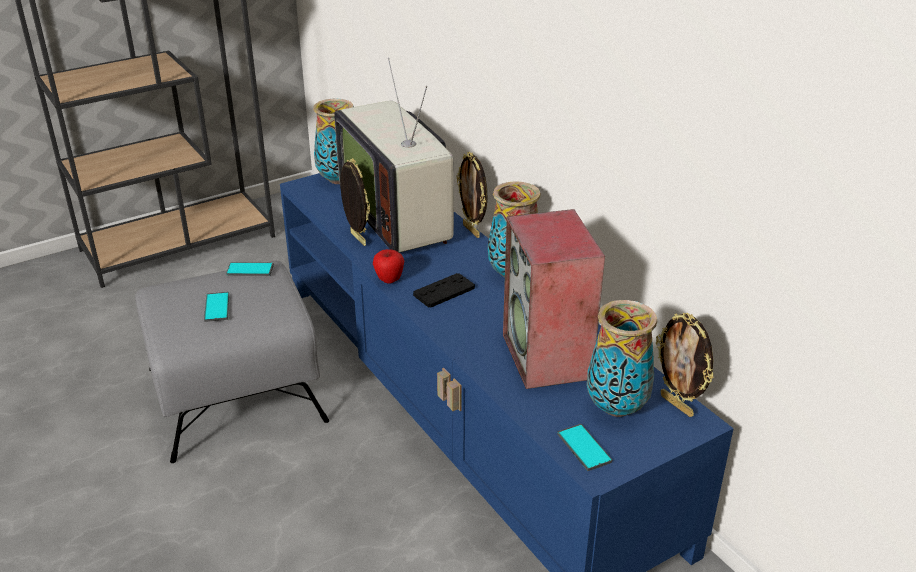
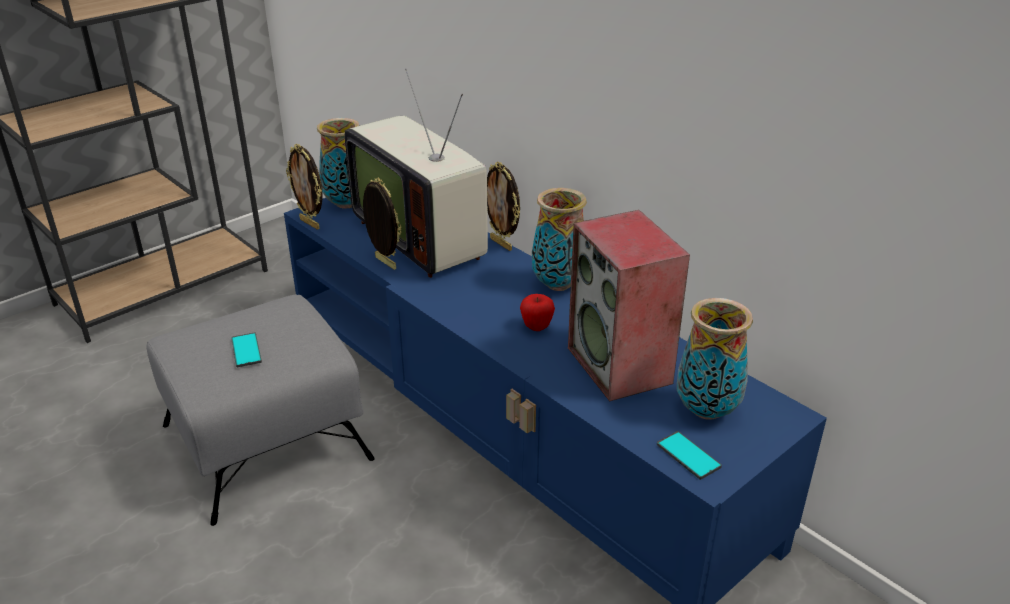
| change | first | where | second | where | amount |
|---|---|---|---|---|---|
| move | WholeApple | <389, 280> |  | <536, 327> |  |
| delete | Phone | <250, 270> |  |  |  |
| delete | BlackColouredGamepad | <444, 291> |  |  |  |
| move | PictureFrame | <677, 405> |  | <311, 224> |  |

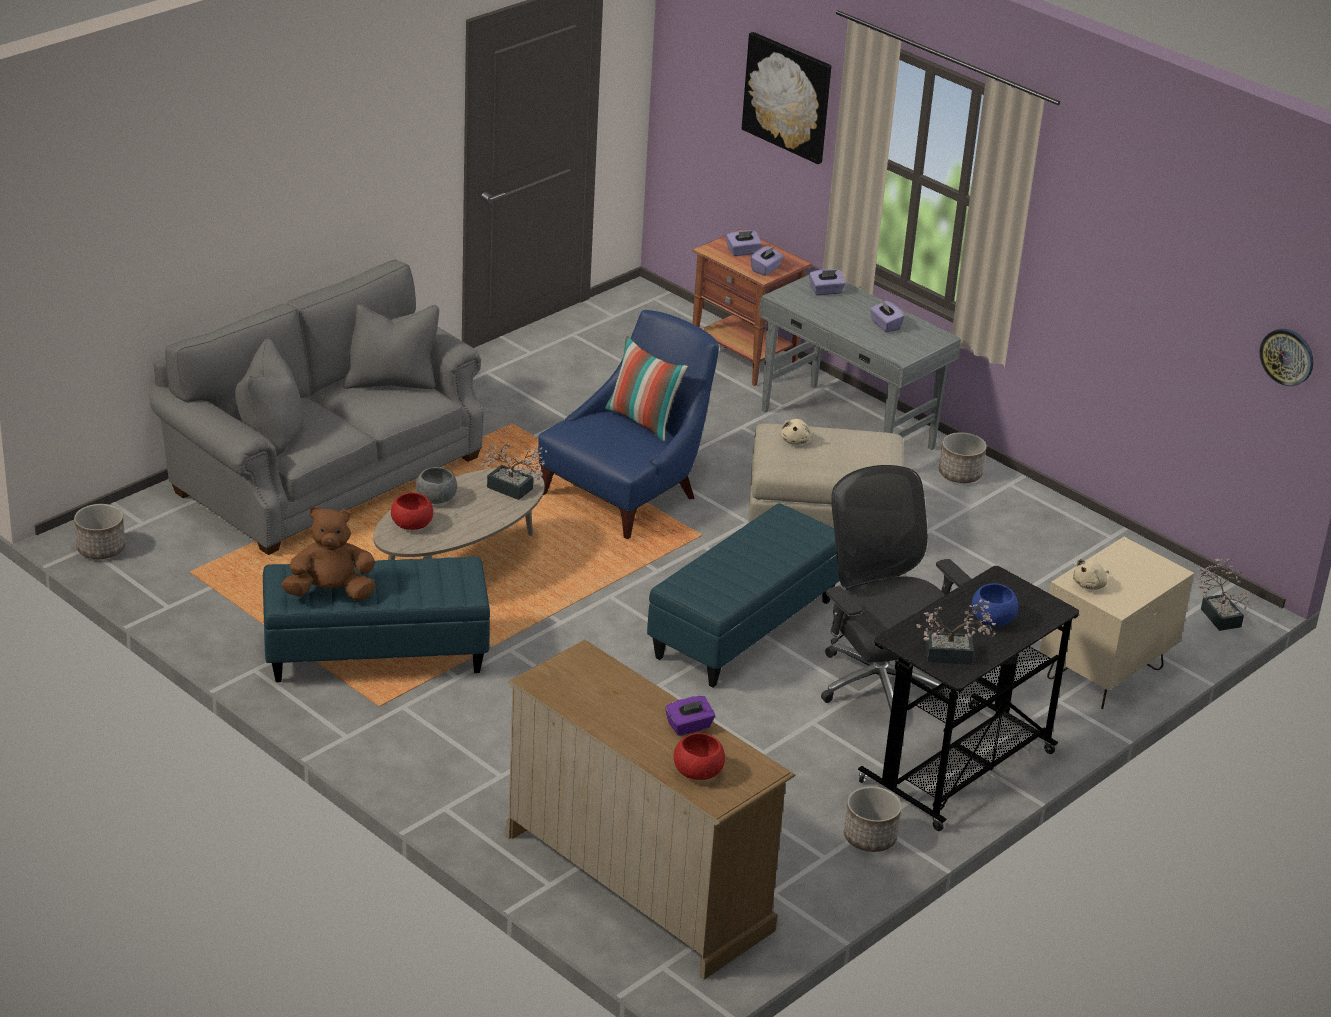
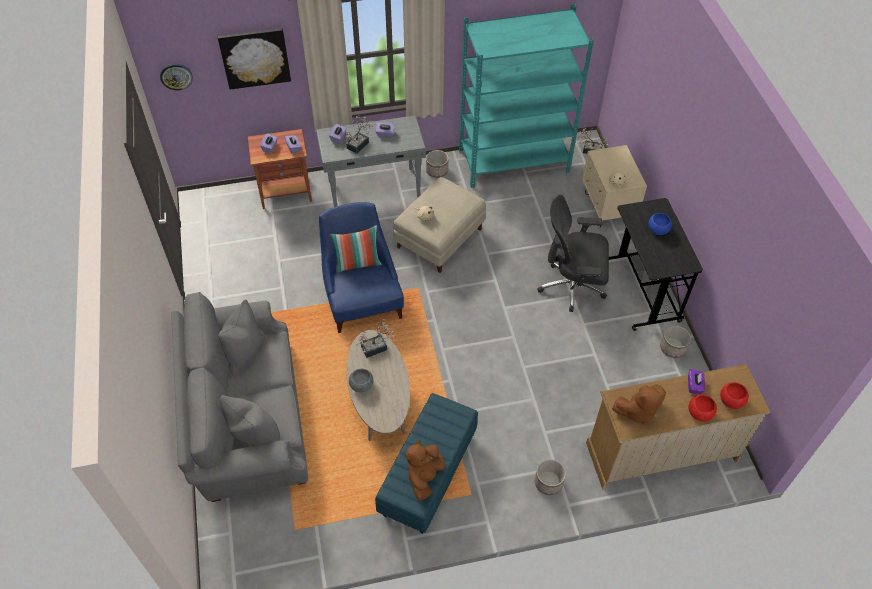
| change | first | where | second | where | amount |
|---|---|---|---|---|---|
| move | ClockOnTheWall | <1287, 356> |  | <176, 76> |  |
| move | ReddishBowl | <412, 525> |  | <700, 413> |  |
| delete | BluishFootrest | <745, 630> |  |  |  |
| move | PlantPot | <100, 548> |  | <548, 482> |  |
| move | PottedPlant | <954, 655> |  | <359, 144> |  |
| insert |  |  | TurquoiseShelvingUnit | <514, 161> |  |
| insert |  |  | BrownSoftToy | <637, 411> |  |

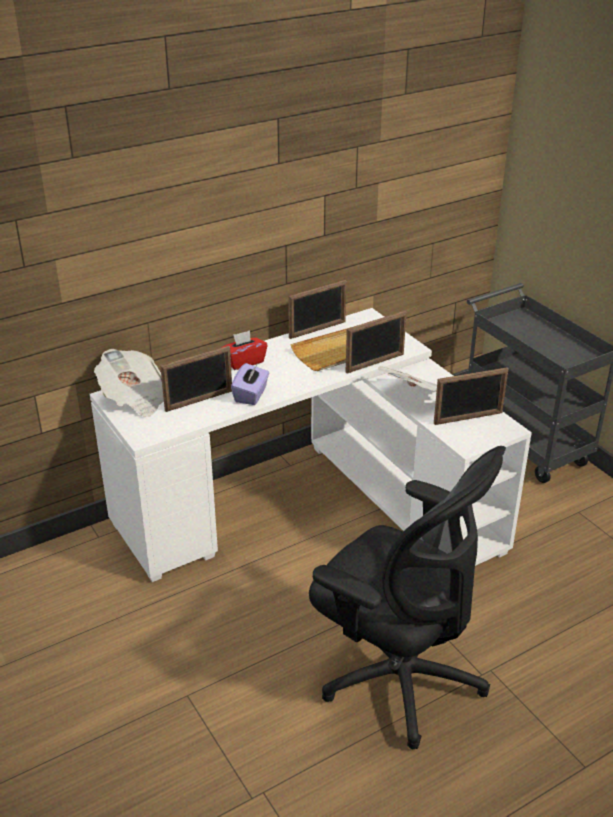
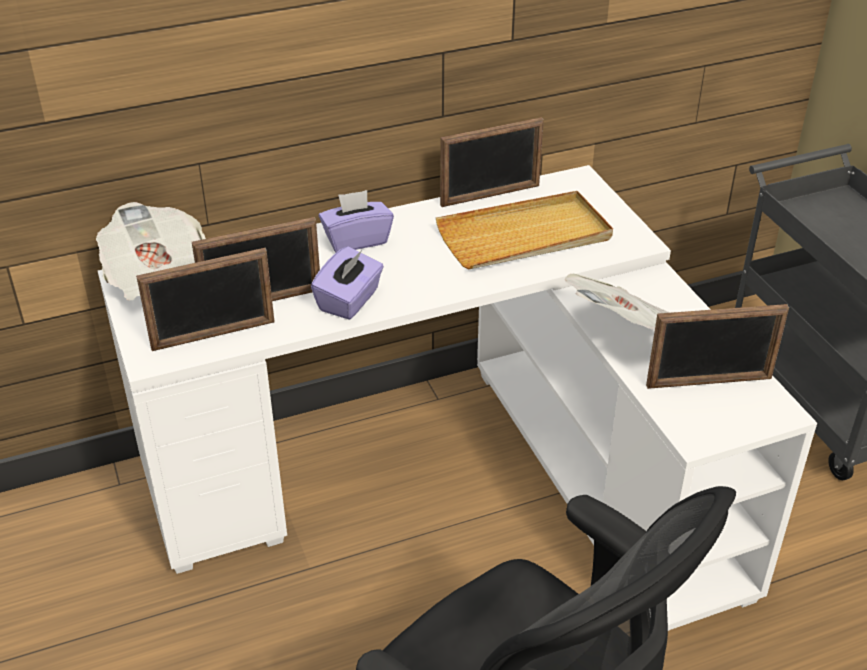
| change | first | where | second | where | amount |
|---|---|---|---|---|---|
| move | PictureFrame | <375, 363> |  | <213, 335> |  |
| recolor | ReddishTissueHolder | <244, 362> | PurplishTissueHolder | <356, 240> |  |

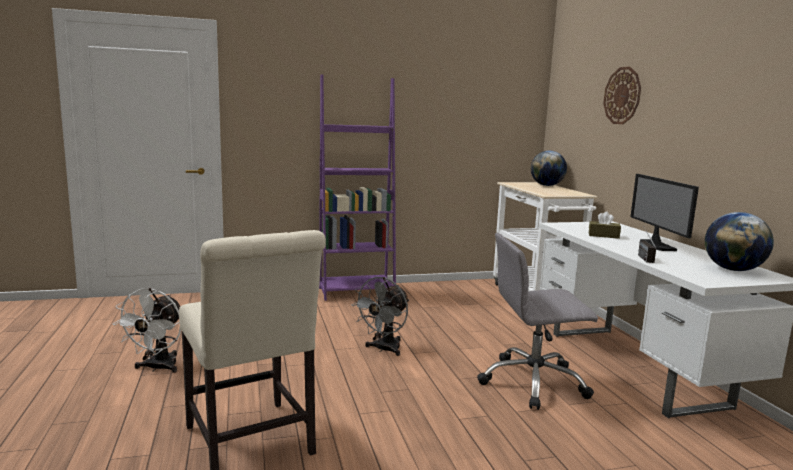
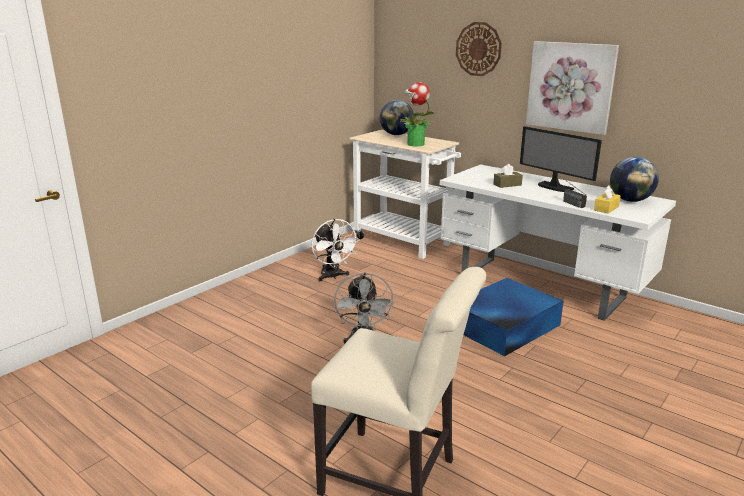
| change | first | where | second | where | amount |
|---|---|---|---|---|---|
| delete | PurplishShelvingUnit | <356, 292> |  |  |  |
| replace | GreyishComputerChair | <532, 382> | BluishStorageBin | <503, 326> |  |
| move | WhitishFan | <157, 368> |  | <333, 276> |  |
| insert |  |  | WallPicture | <570, 87> |  |
| insert |  |  | PottedPlant | <415, 144> |  |
| insert |  |  | YellowColouredTissueHolder | <606, 208> |  |

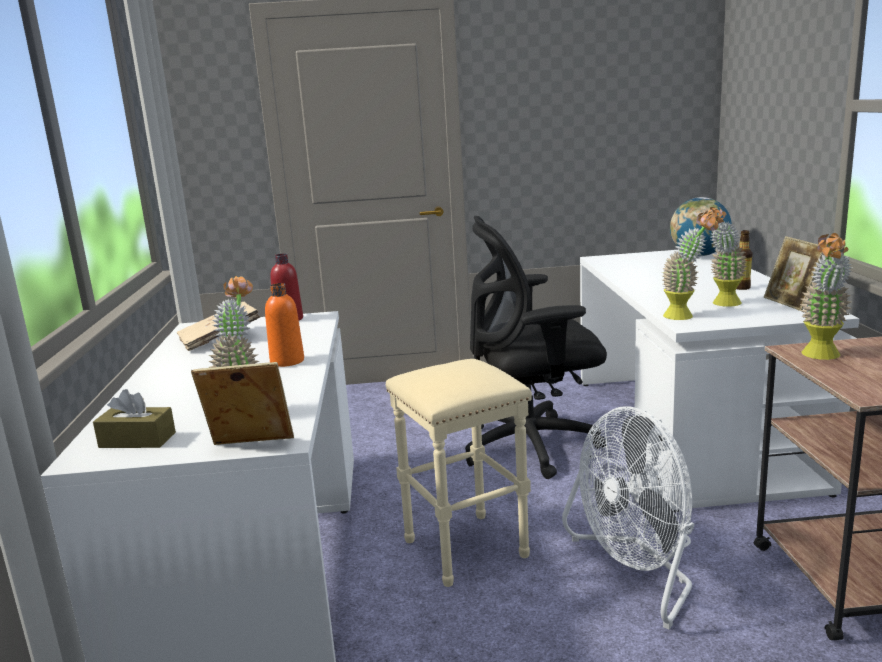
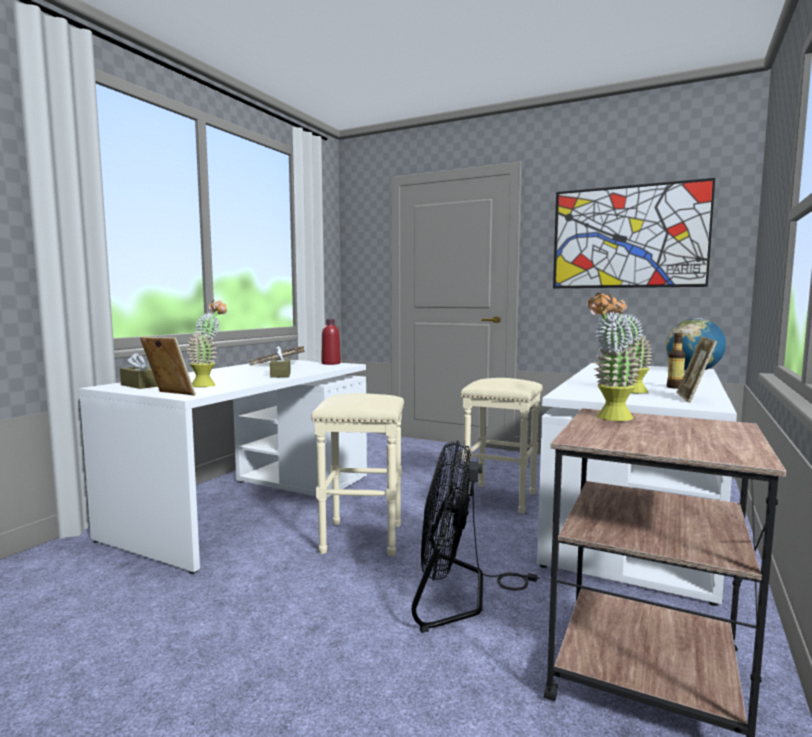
| change | first | where | second | where | amount |
|---|---|---|---|---|---|
| delete | PottedPlant | <686, 316> |  |  |  |
| replace | BlackColouredComputerChair | <537, 443> | BeigeColouredStool | <499, 497> |  |
| replace | OrangeyDrinkBottle | <287, 361> | BrownTissueHolder | <280, 375> |  |
| recolor | WhitishFan | <640, 567> | BlackColouredFan | <460, 589> |  |
| insert |  |  | WallPicture | <628, 237> |  |

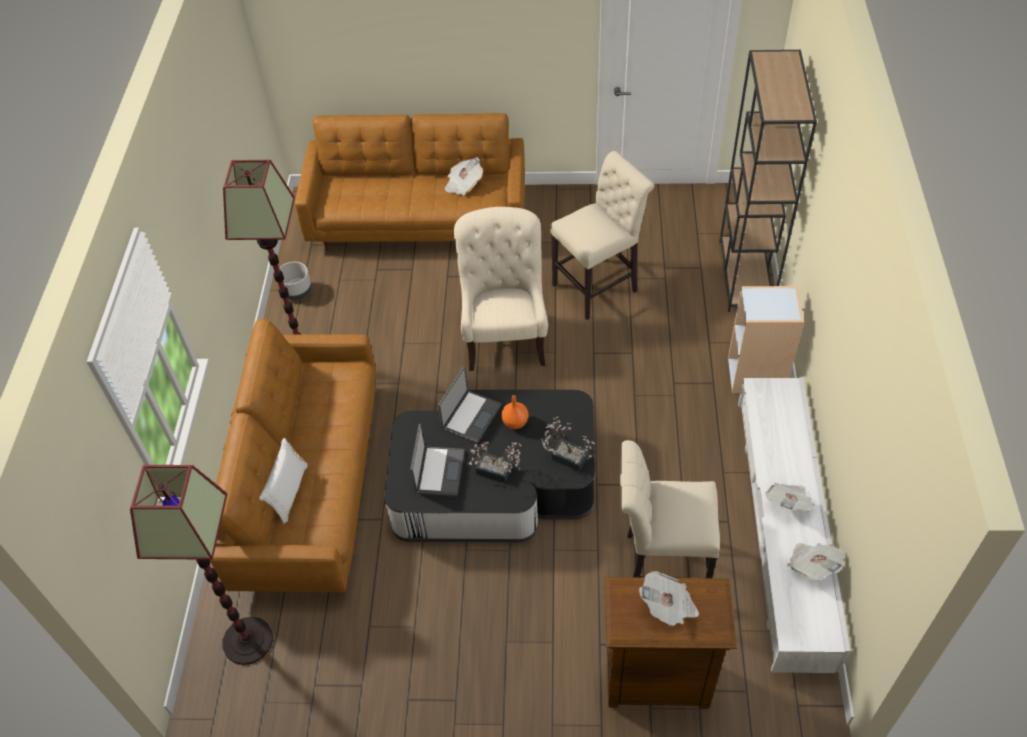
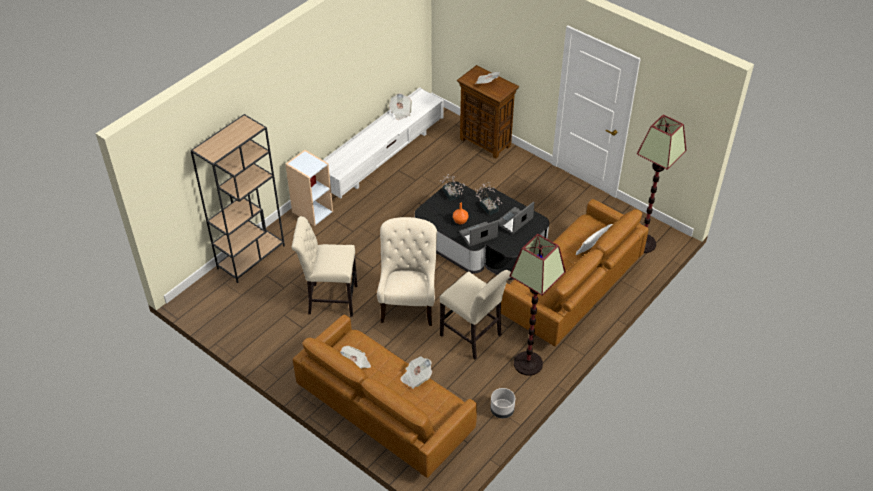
| change | first | where | second | where | amount |
|---|---|---|---|---|---|
| rotate | BeigeColouredArmchair | <505, 337> |  | <408, 303> | 150 degrees clockwise |
| move | BeigeColouredStool | <660, 565> |  | <473, 337> |  |
| move | DailyPaper | <788, 503> |  | <416, 377> |  |

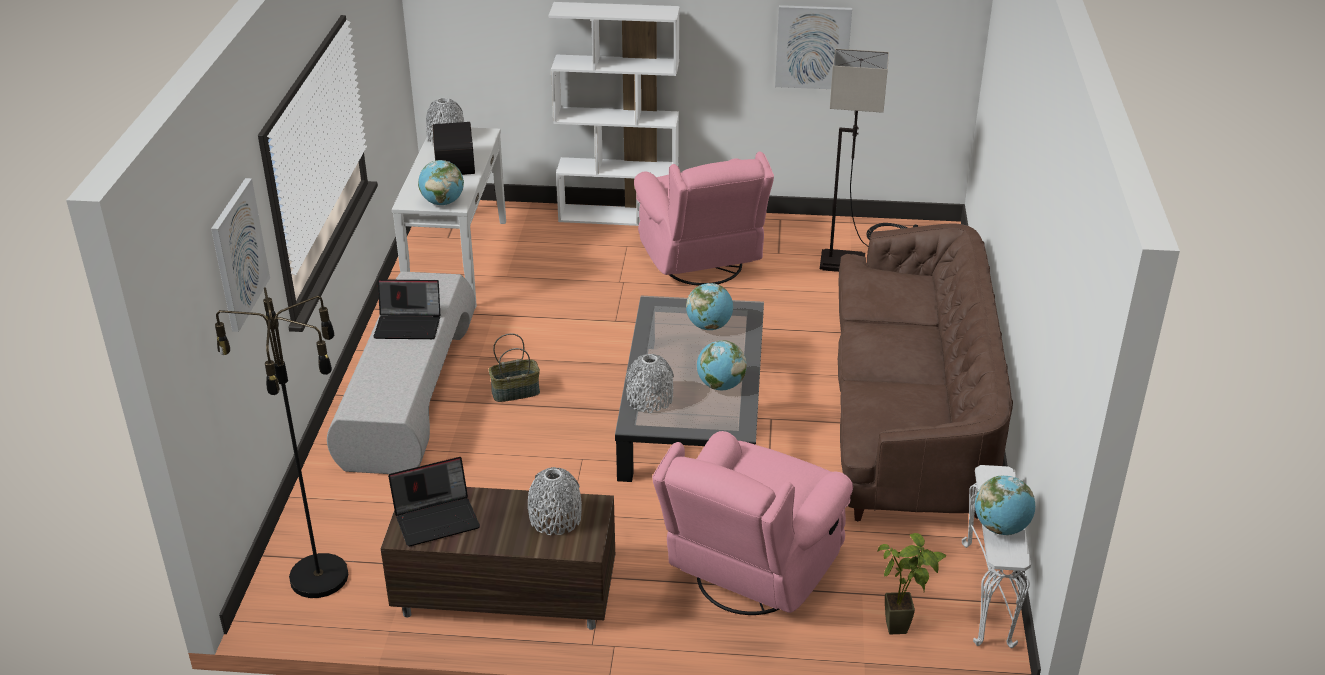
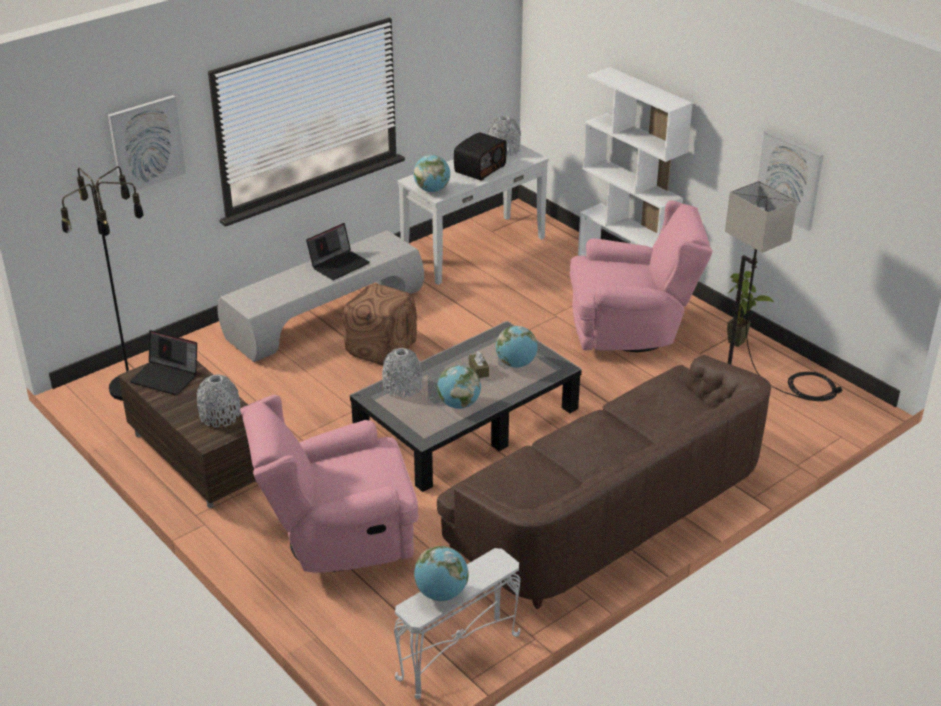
| change | first | where | second | where | amount |
|---|---|---|---|---|---|
| rotate | PinkishArmchair | <702, 263> |  | <631, 331> | 120 degrees counterclockwise |
| rotate | NotebookComputer | <409, 325> |  | <339, 264> | 90 degrees counterclockwise |
| replace | HouseholdBasket | <516, 391> | BrownFootrest | <382, 348> |  |
| move | PottedPlant | <906, 629> |  | <740, 345> |  |
| insert |  |  | BrownTissueHolder | <478, 370> |  |

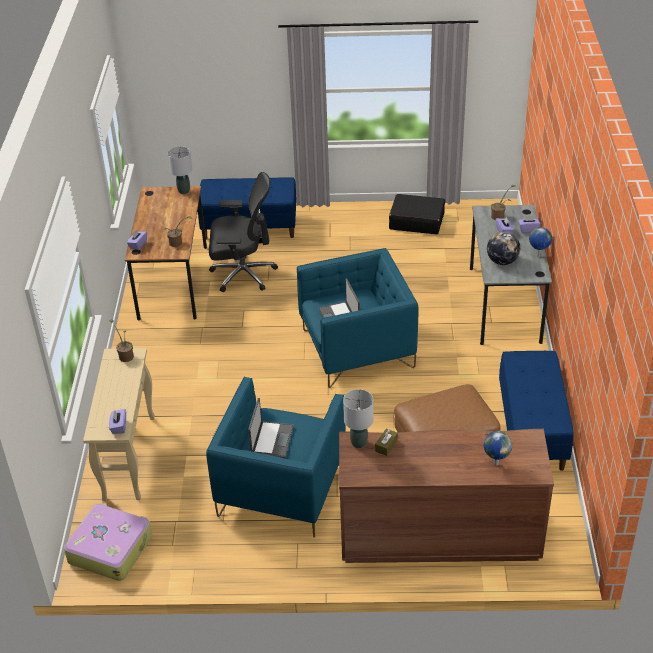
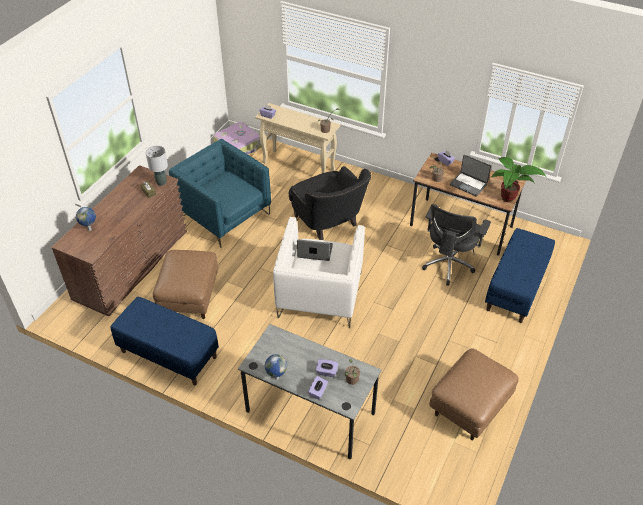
| change | first | where | second | where | amount |
|---|---|---|---|---|---|
| replace | GreyishTableLamp | <184, 191> | PottedPlant | <507, 200> |  |
| replace | BlackColouredTravelCase | <416, 221> | BrownFootrest | <469, 407> |  |
| delete | WorldGlobe | <502, 261> |  |  |  |
| recolor | BluishArmchair | <357, 349> | WhitishArmchair | <320, 295> |  |
| move | NotebookComputer | <271, 440> |  | <468, 184> |  |
| insert |  |  | BlackColouredArmchair | <328, 222> |  |

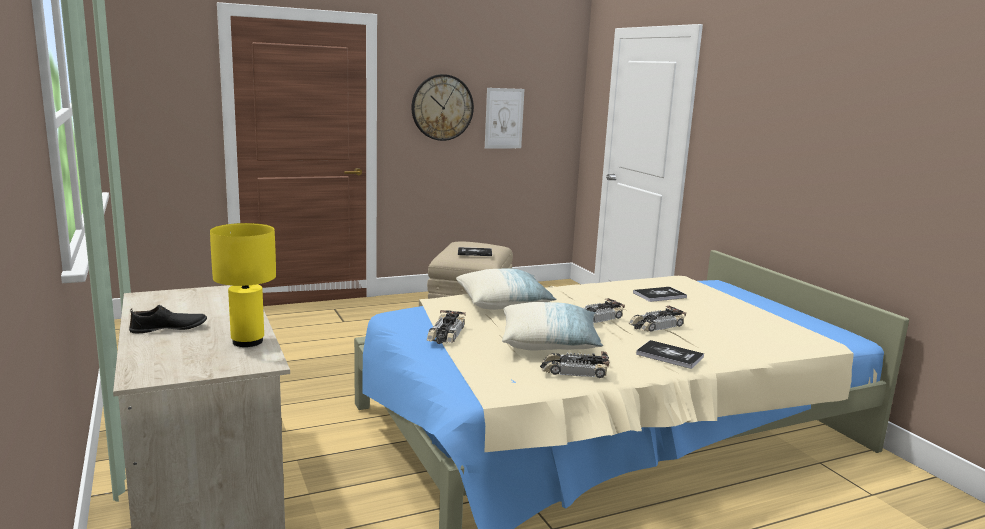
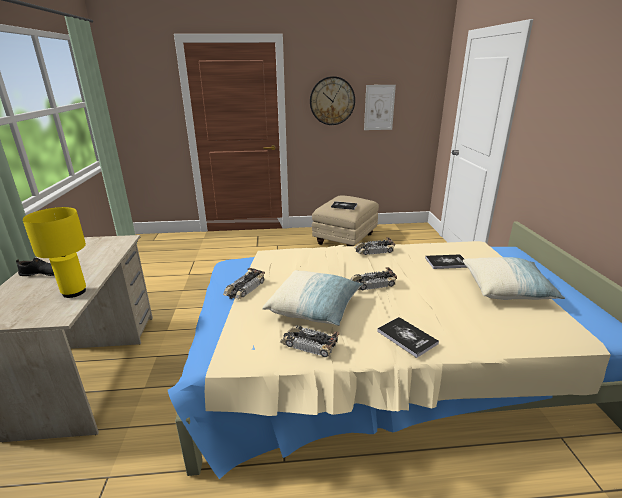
| change | first | where | second | where | amount |
|---|---|---|---|---|---|
| move | Pillow | <504, 304> |  | <506, 289> |  |
| move | MiniatureCar | <656, 325> |  | <373, 250> |  |

